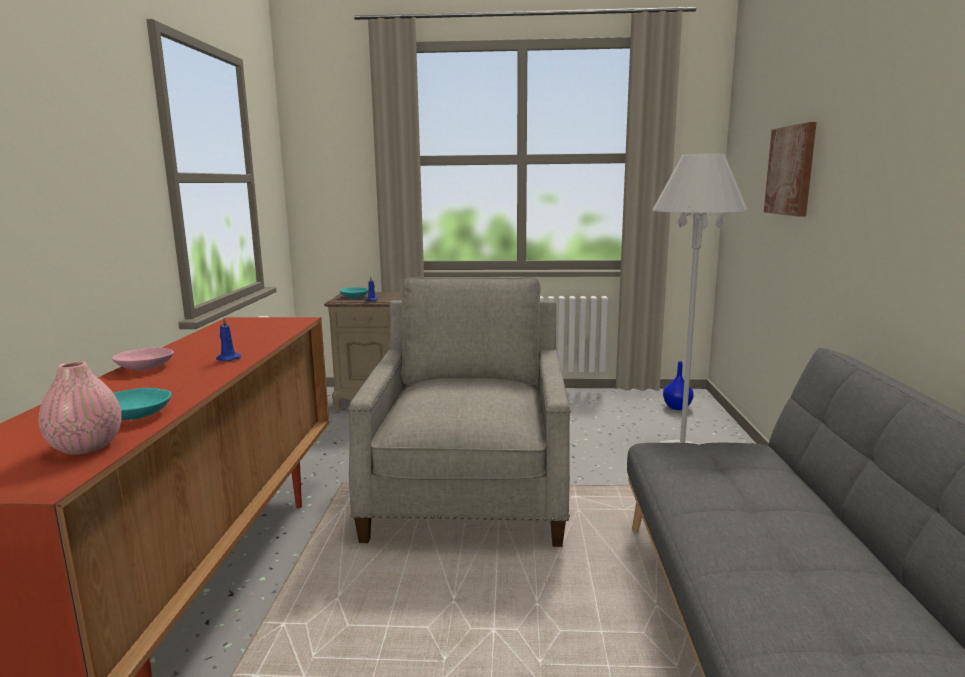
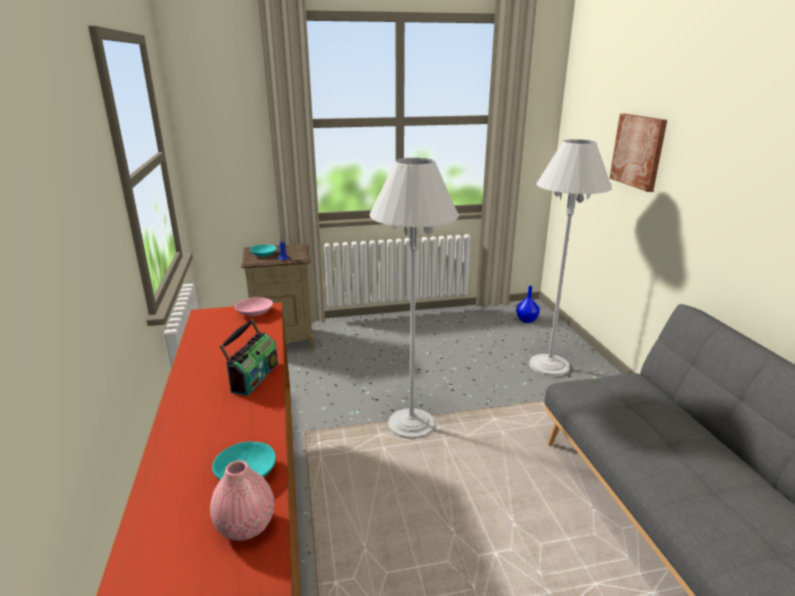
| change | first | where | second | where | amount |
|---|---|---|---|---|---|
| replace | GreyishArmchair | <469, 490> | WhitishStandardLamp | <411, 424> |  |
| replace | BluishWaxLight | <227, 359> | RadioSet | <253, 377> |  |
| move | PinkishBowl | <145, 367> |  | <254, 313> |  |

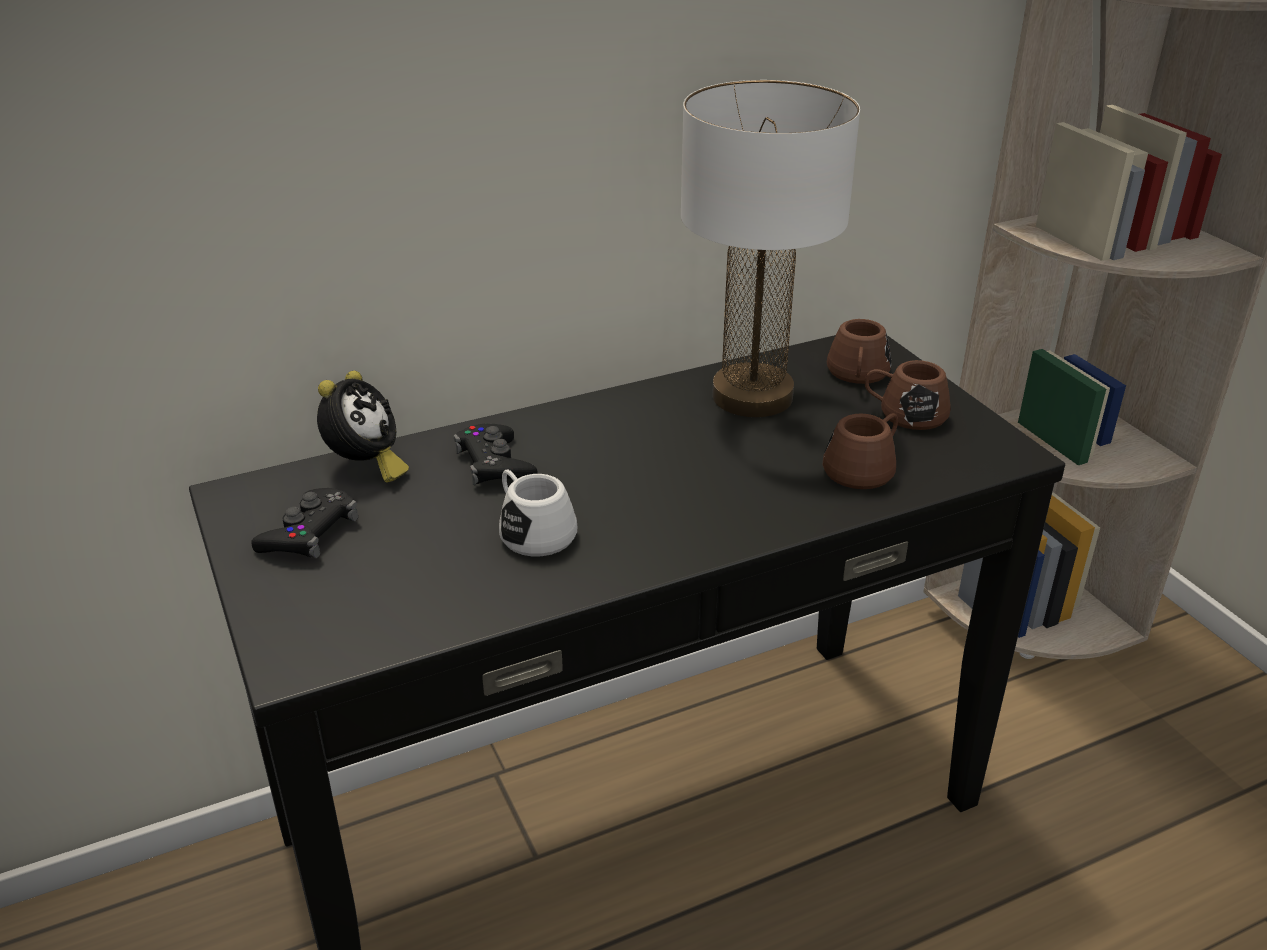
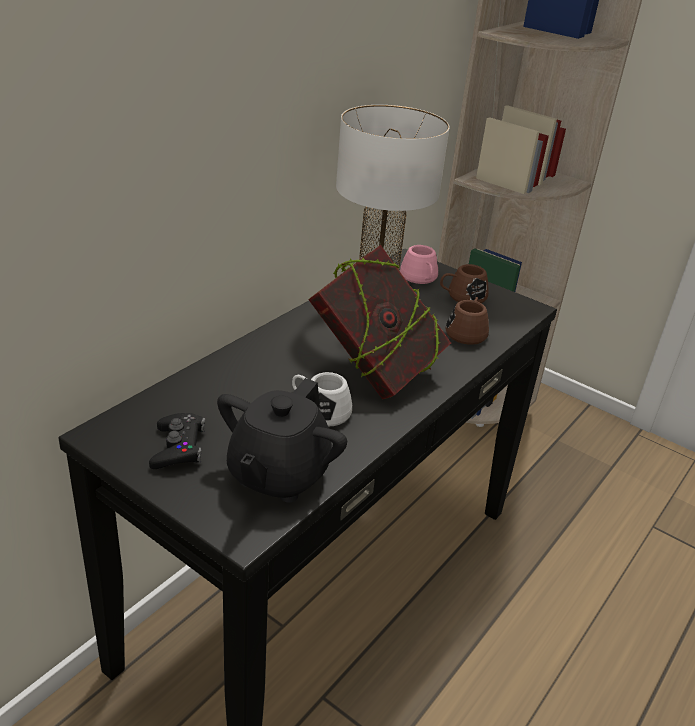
| change | first | where | second | where | amount |
|---|---|---|---|---|---|
| recolor | BrownCoffeeMug | <857, 375> | PinkishCoffeeMug | <420, 279> |  |
| delete | BedsideClock | <365, 467> |  |  |  |
| delete | BlackColouredGamepad | <495, 464> |  |  |  |
| insert |  |  | Book | <375, 372> |  |
| insert |  |  | BlackColouredTeapot | <278, 474> |  |

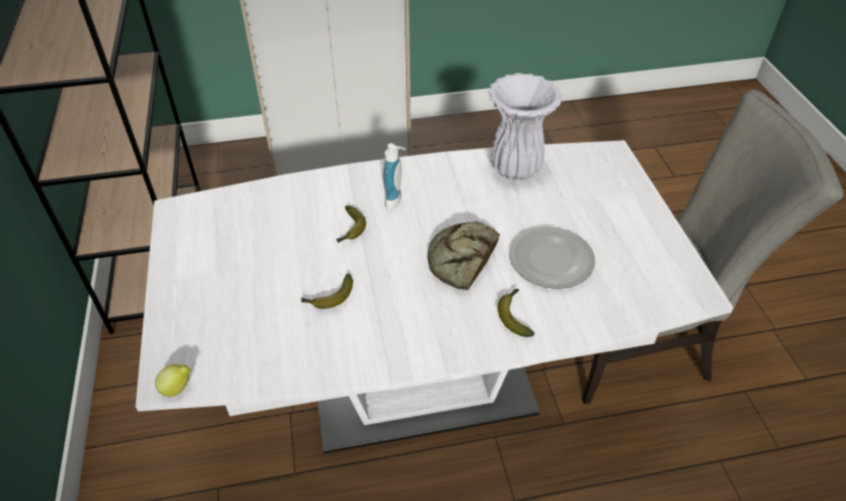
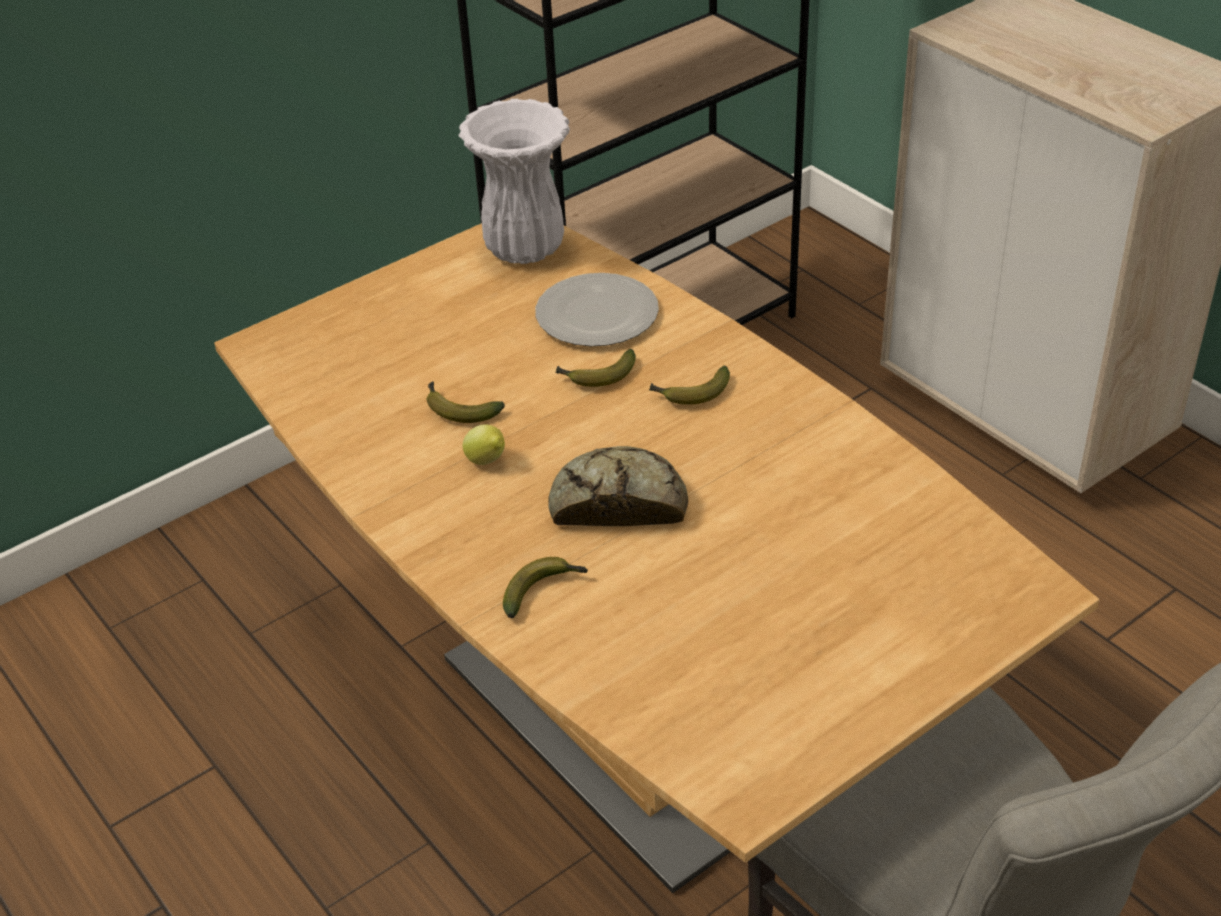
| change | first | where | second | where | amount |
|---|---|---|---|---|---|
| move | WhitishVase | <515, 168> |  | <525, 248> |  |
| recolor | WhitishDinnerTable | <423, 389> | BrownDinnerTable | <624, 723> |  |
| replace | LiquidSoapBottle | <396, 201> | WholeBanana | <690, 394> |  |
| move | FlatDish | <552, 260> |  | <596, 316> |  |
| move | CitrusFruit | <178, 388> |  | <487, 462> |  |

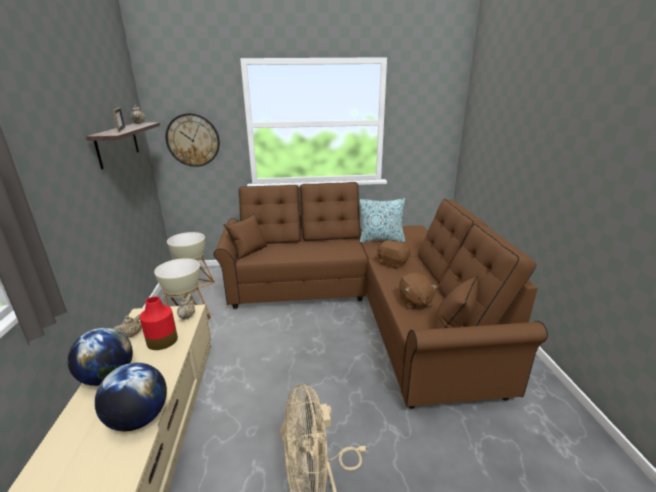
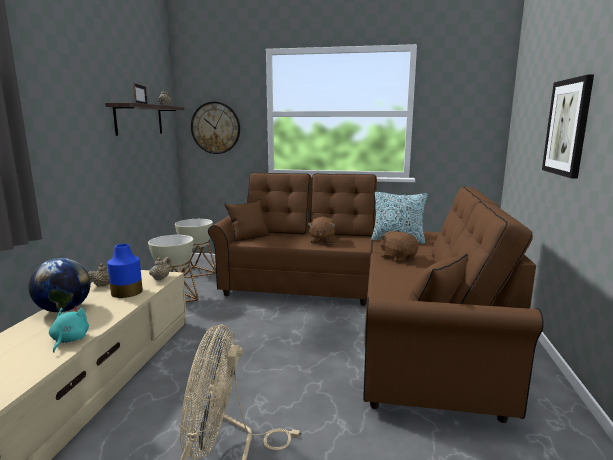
| change | first | where | second | where | amount |
|---|---|---|---|---|---|
| move | BrownSoftToy | <414, 302> |  | <322, 241> |  |
| recolor | ReddishVase | <162, 340> | BluishVase | <126, 292> |  |
| replace | WorldGlobe | <139, 418> | TurquoiseSoftToy | <69, 340> |  |
| insert |  |  | WallPicture | <568, 127> |  |

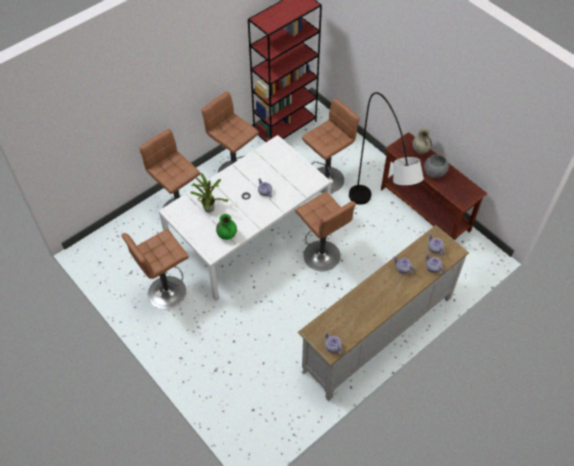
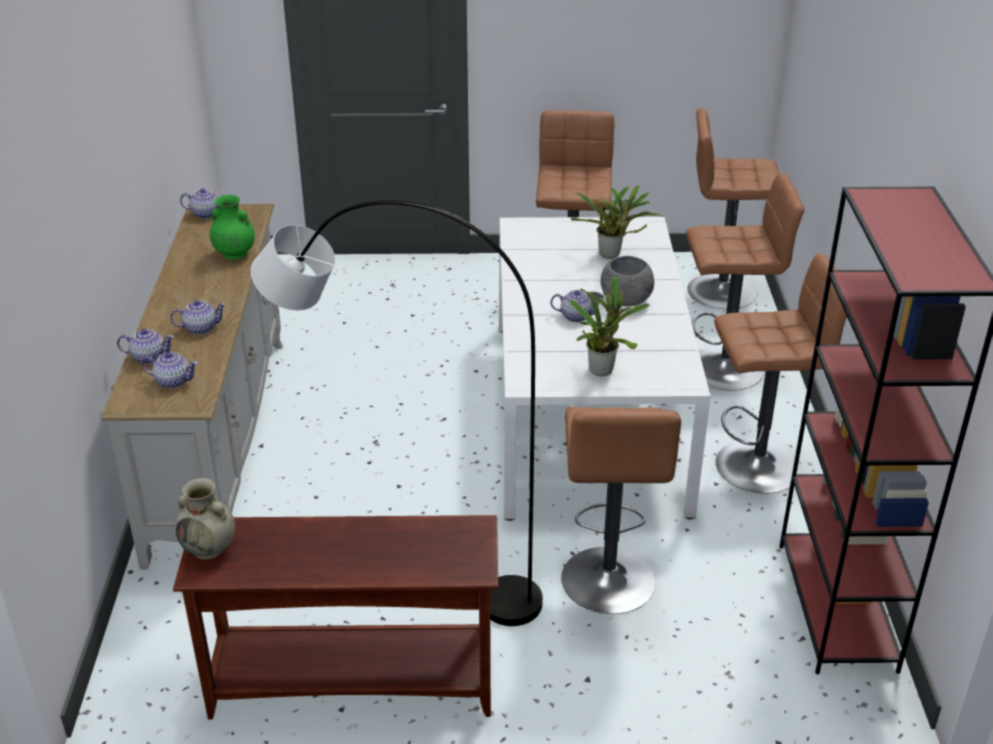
| change | first | where | second | where | amount |
|---|---|---|---|---|---|
| move | BeigeColouredVase | <420, 150> |  | <209, 548> |  |
| move | GreyishBowl | <435, 172> |  | <626, 300> |  |
| move | BrownStool | <321, 256> |  | <721, 291> |  |
| move | GreenishVase | <227, 235> |  | <234, 254> |  |
| insert |  |  | PottedPlant | <602, 369> |  |

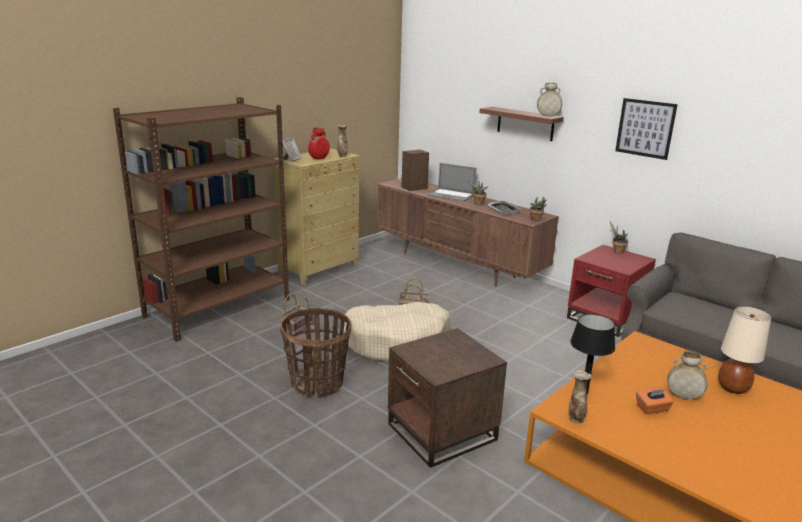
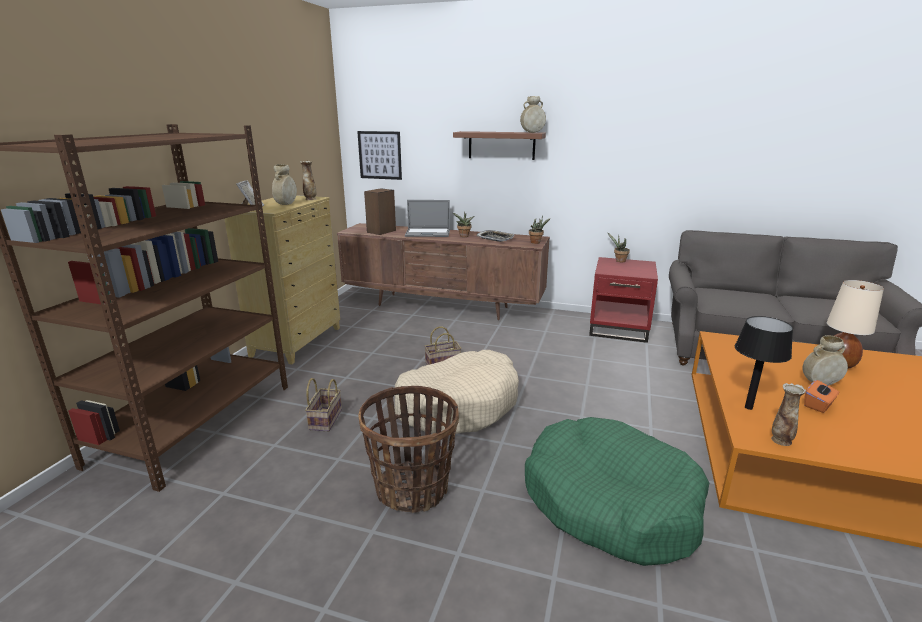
| change | first | where | second | where | amount |
|---|---|---|---|---|---|
| move | WallPicture | <645, 128> |  | <380, 155> |  |
| recolor | ReddishVase | <319, 159> | BeigeColouredVase | <286, 204> |  |
| replace | BrownEndTable | <442, 432> | GreenishDogBed | <609, 502> |  |

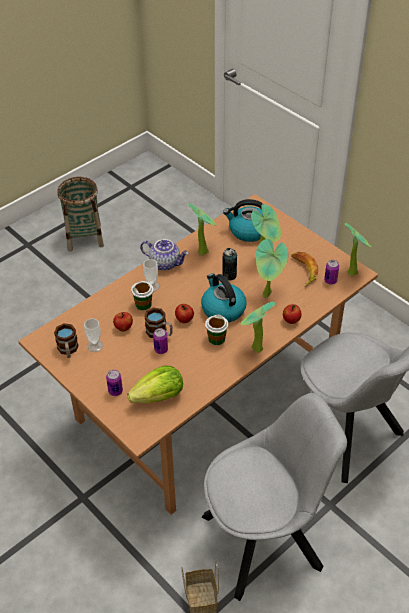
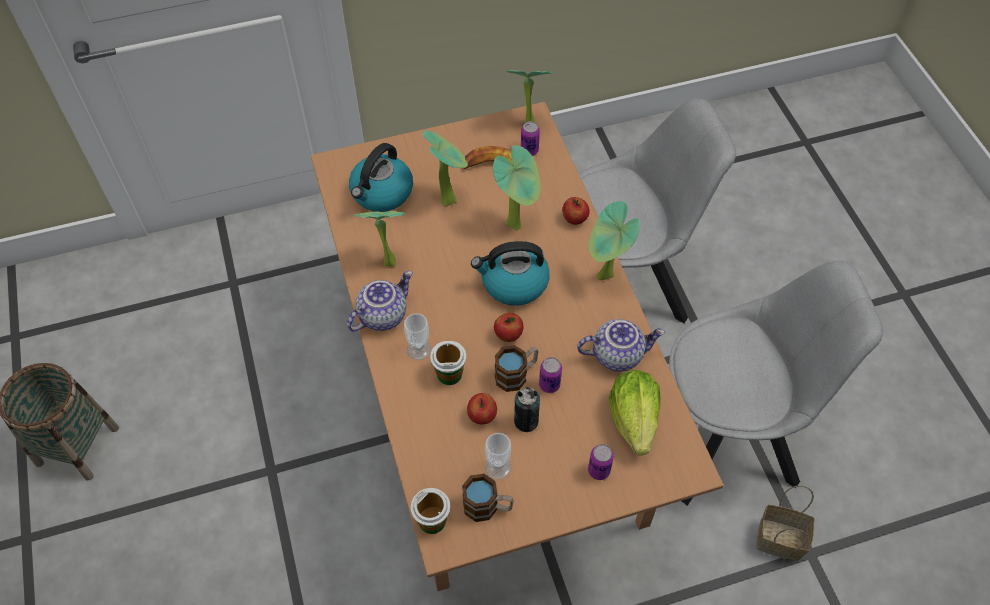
| change | first | where | second | where | amount |
|---|---|---|---|---|---|
| move | Can | <229, 275> |  | <526, 421> |  |
| move | Cup | <216, 339> |  | <432, 520> |  |
| rotate | GreyishUprightChair | <264, 540> |  | <727, 436> | 75 degrees clockwise |
| insert |  |  | Teapot | <617, 354> |  |

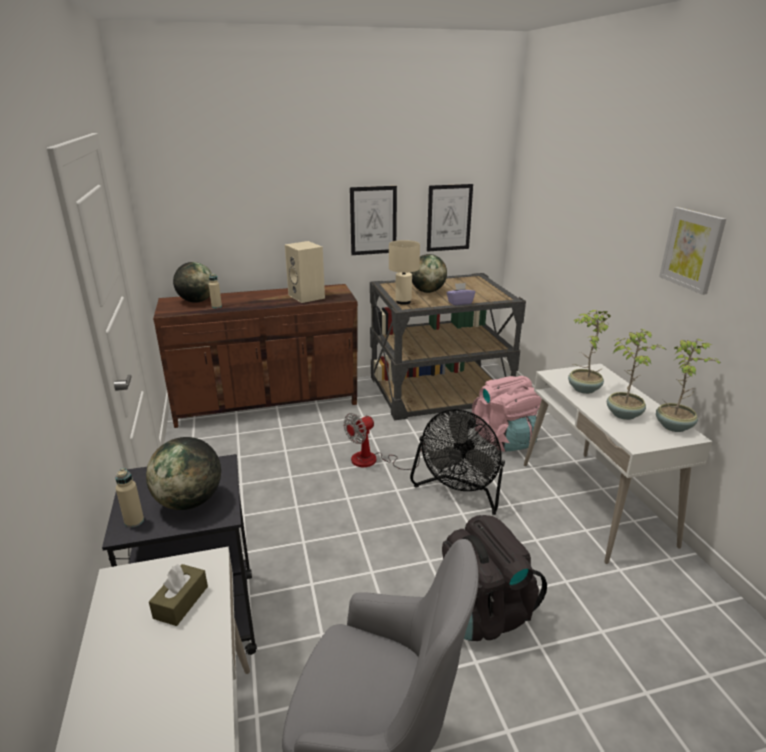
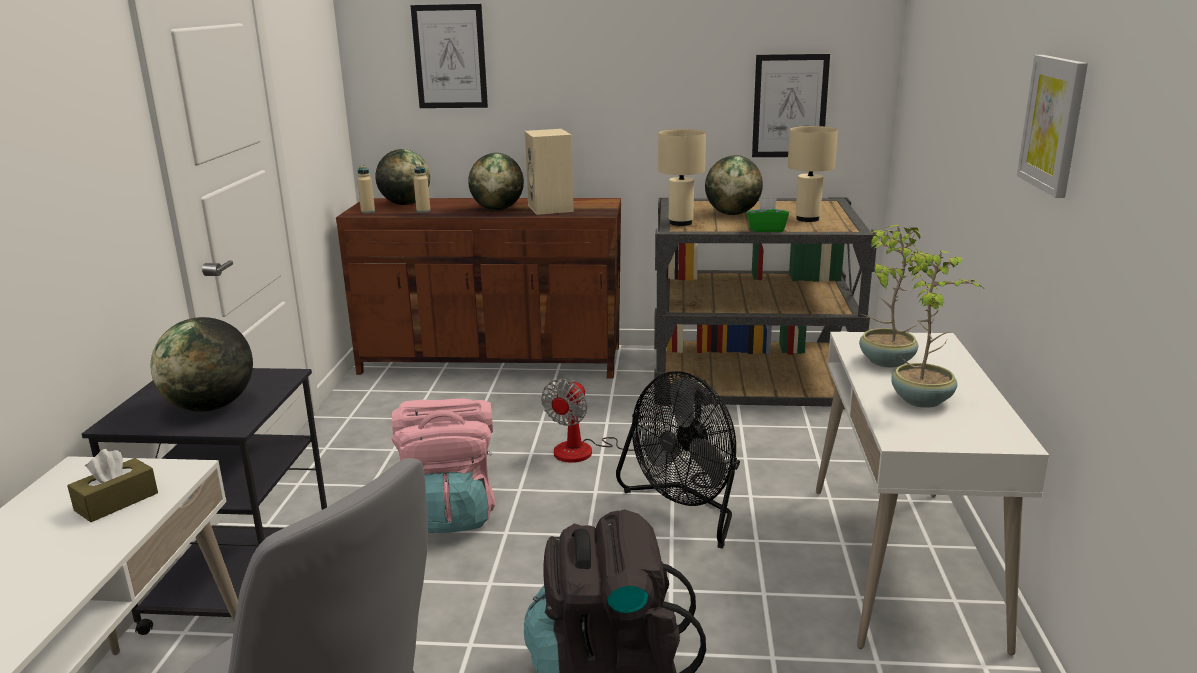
| change | first | where | second | where | amount |
|---|---|---|---|---|---|
| move | WallPicture | <373, 220> |  | <450, 57> |  |
| recolor | PurplishTissueHolder | <460, 302> | GreenishTissueHolder | <766, 229> |  |
| delete | PottedPlant | <674, 426> |  |  |  |
| move | PinkishRucksack | <504, 439> |  | <450, 512> |  |
| rotate | Fan | <373, 461> |  | <587, 451> | 45 degrees counterclockwise |
| move | BeigeColouredDrinkBottle | <134, 521> |  | <368, 212> |  |
| insert |  |  | BeigeColouredTableLamp | <807, 219> |  |
| insert |  |  | WorldGlobe | <497, 209> |  |

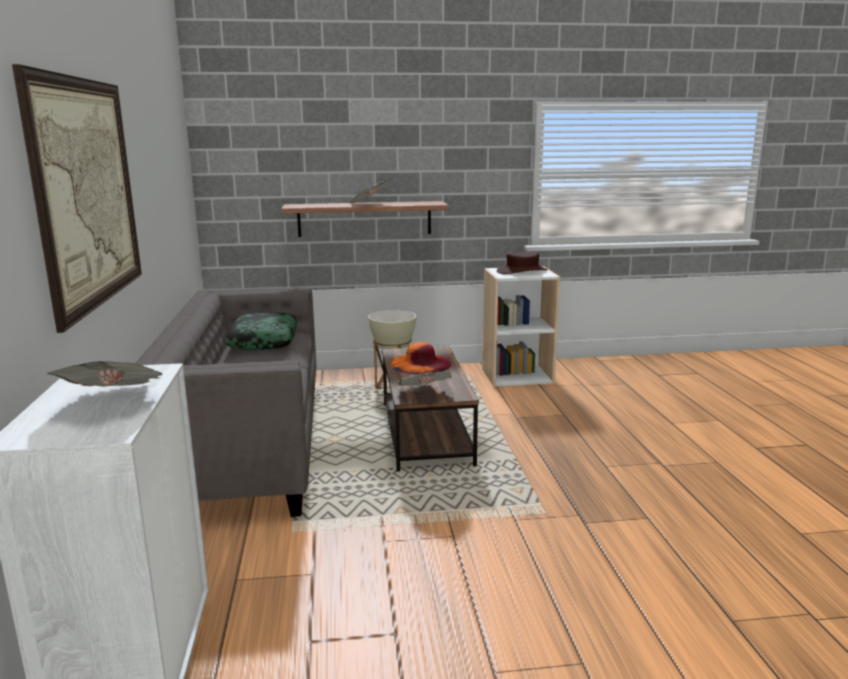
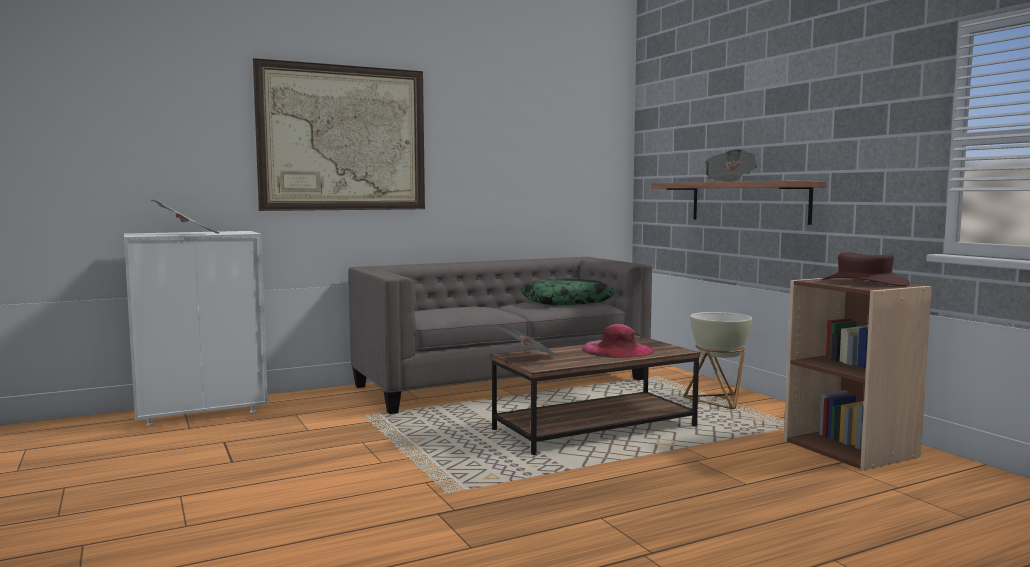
| change | first | where | second | where | amount |
|---|---|---|---|---|---|
| recolor | WhitishShelvingUnit | <518, 375> | BrownShelvingUnit | <852, 448> |  |
| recolor | OrangeyClothingHat | <420, 364> | PinkishClothingHat | <617, 350> |  |

